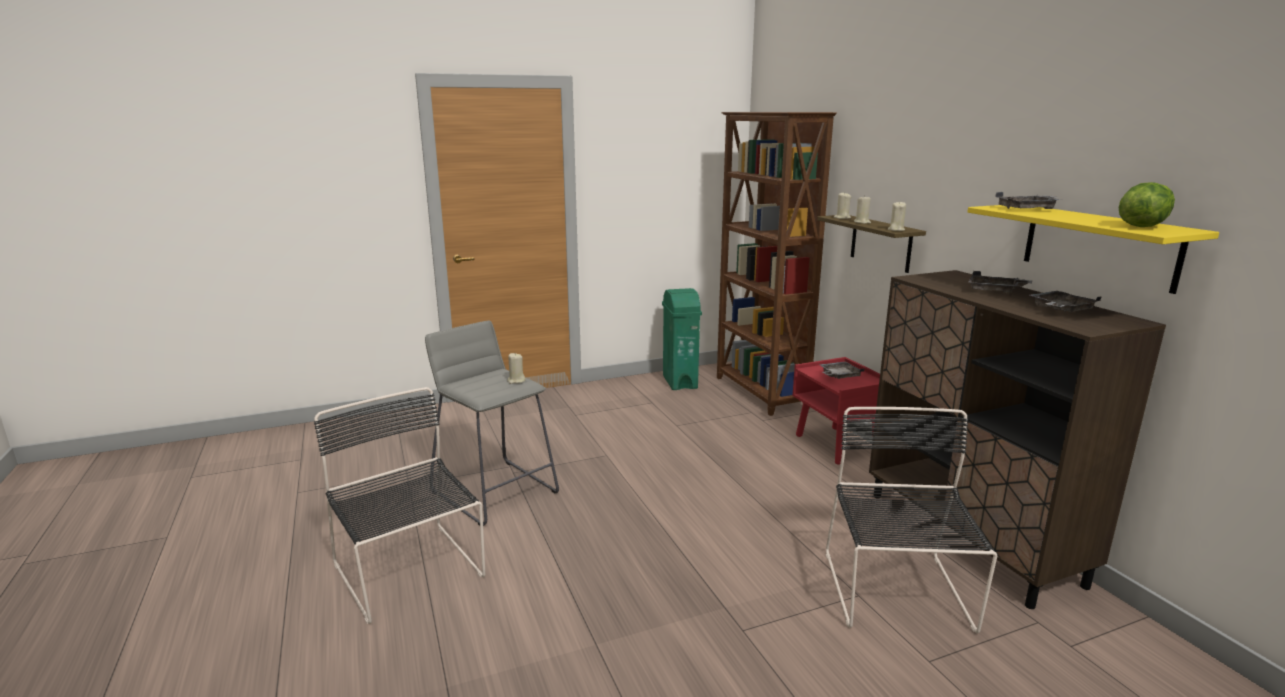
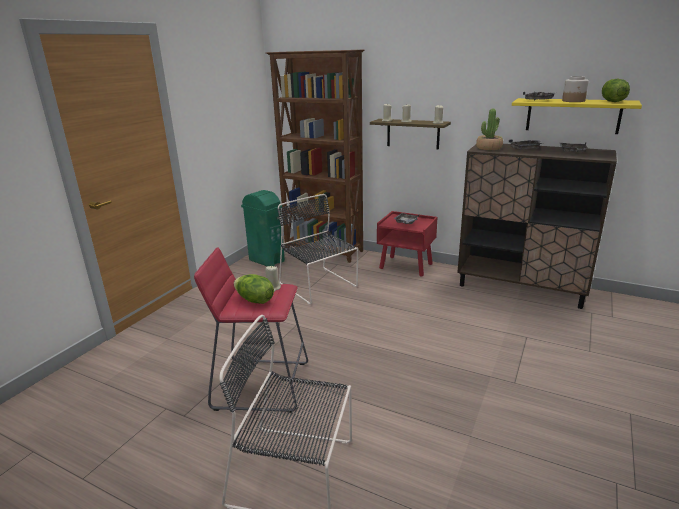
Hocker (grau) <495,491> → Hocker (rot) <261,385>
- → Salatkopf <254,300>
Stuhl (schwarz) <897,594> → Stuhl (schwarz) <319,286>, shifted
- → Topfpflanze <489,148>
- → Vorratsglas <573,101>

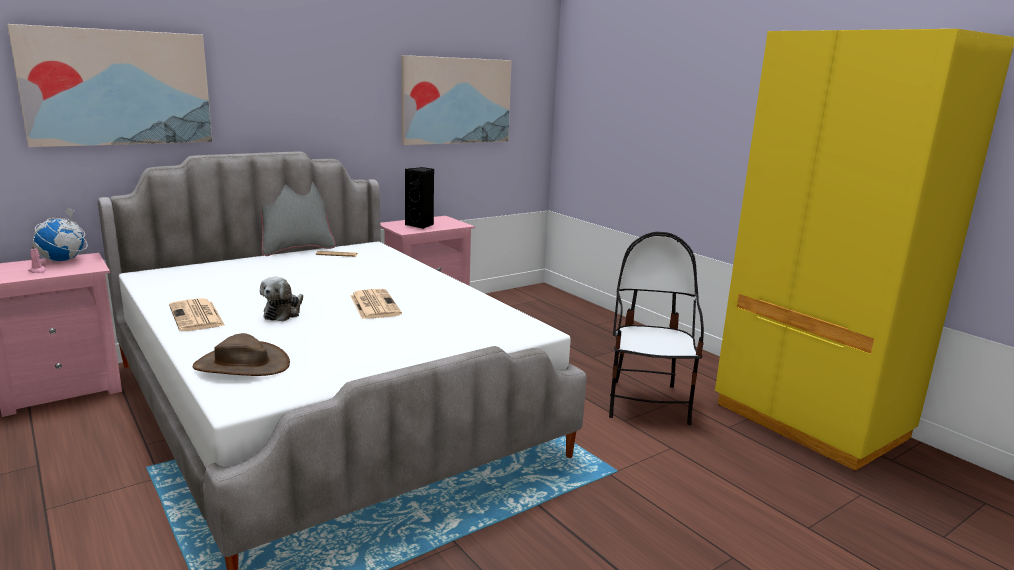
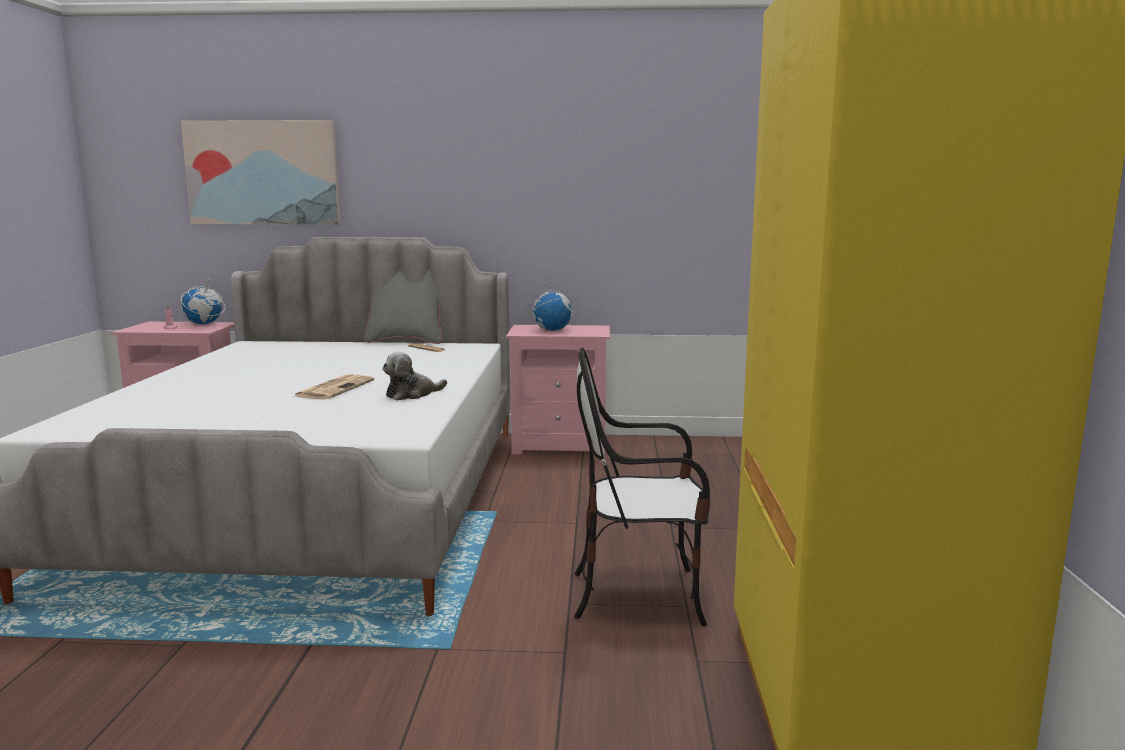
Plüschtier <283,313> → Plüschtier <412,394>, shifted
Lautsprecher (schwarz) <420,225> → Globus <552,330>
Stuhl <647,403> → Stuhl <639,595>, 135 degrees counterclockwise
Zeitung <197,316> → -
Hut (braun) <241,365> → -
Bild <456,100> → -

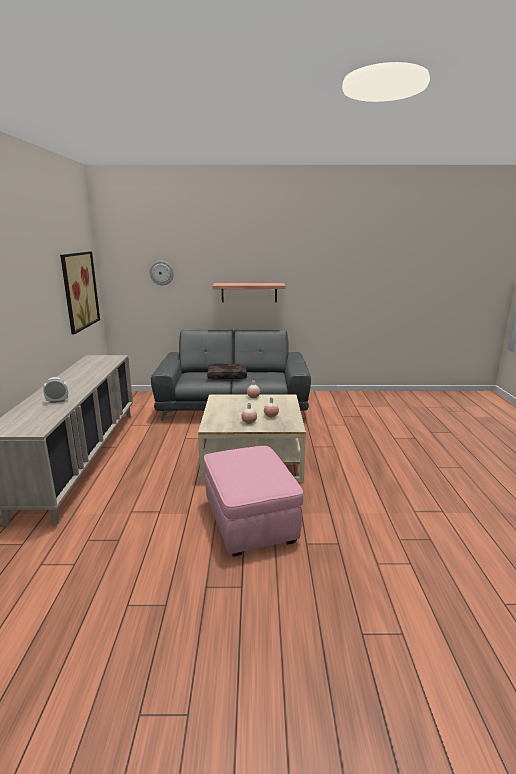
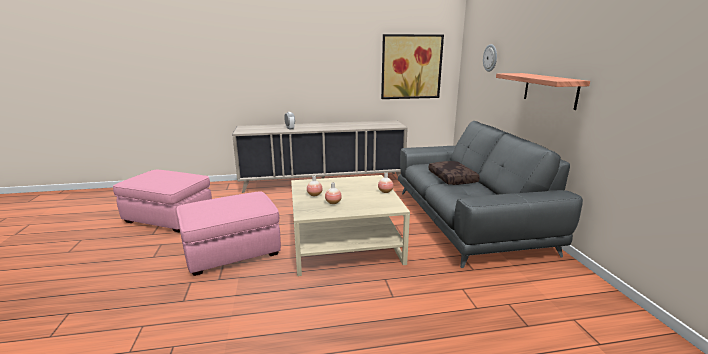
- → Polsterhocker (rosa) <169,218>

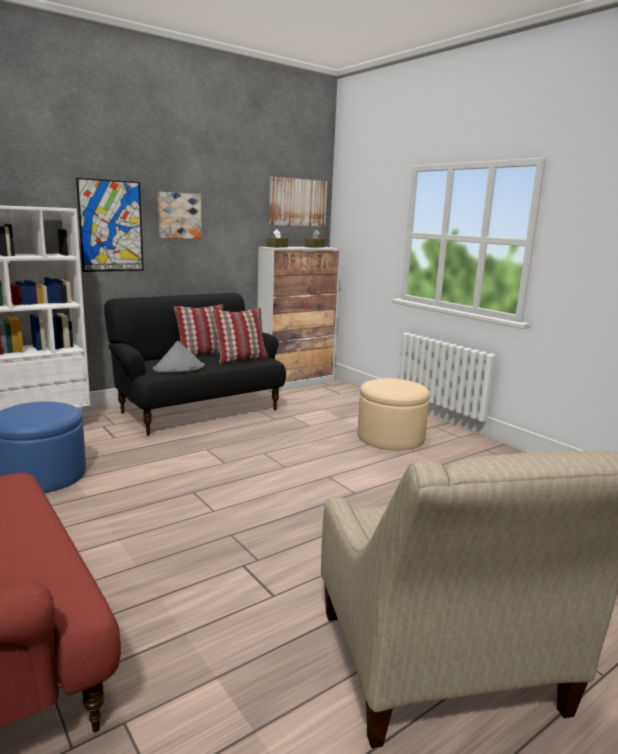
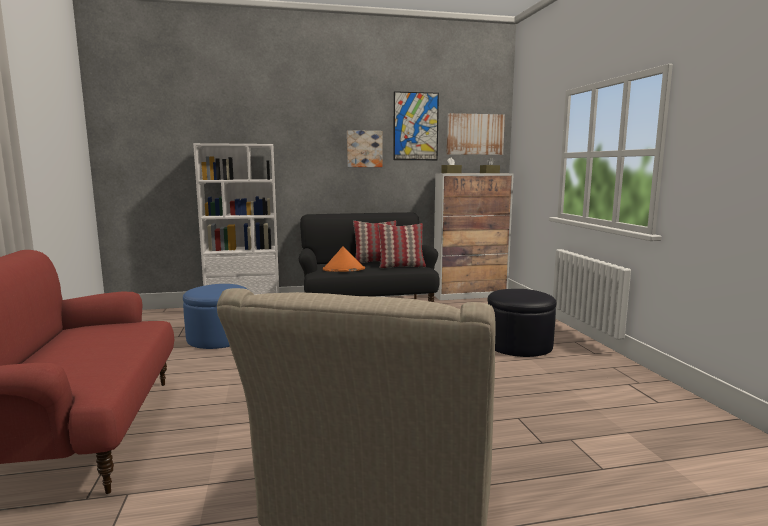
Hut (grau) <179,368> → Hut (orange) <343,269>
Bild <111,226> → Bild <415,126>, shifted
Polsterhocker (beige) <391,437> → Polsterhocker (schwarz) <519,345>

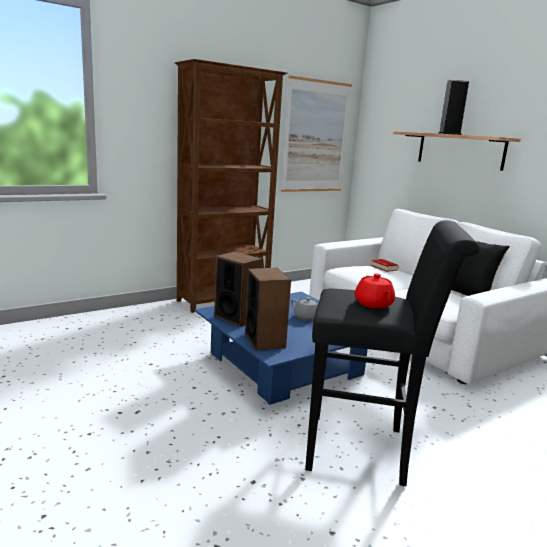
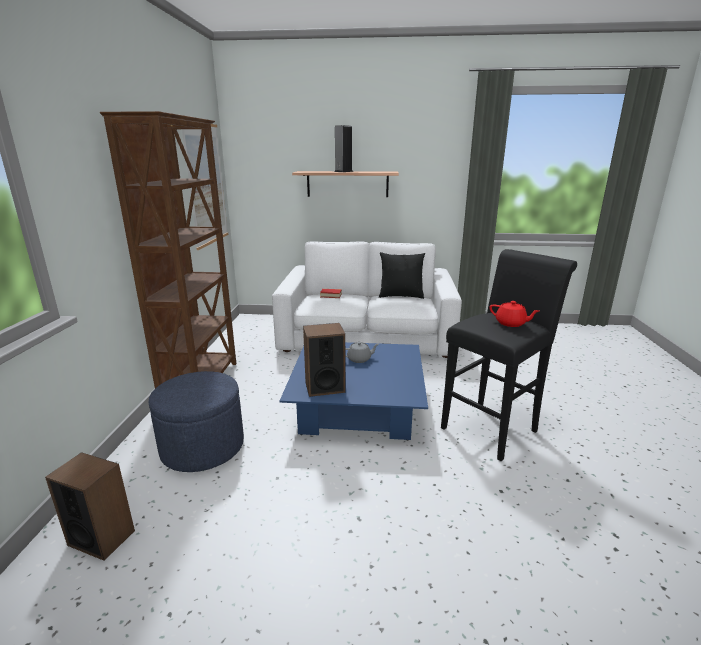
Lautsprecher <265,340> → Lautsprecher <101,537>, shifted
- → Polsterhocker (blau) <203,447>

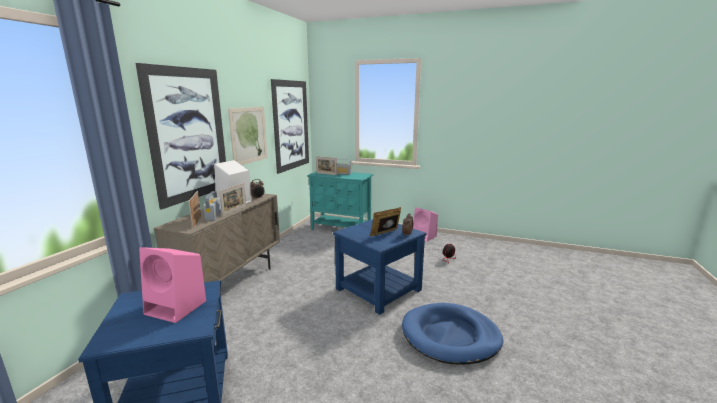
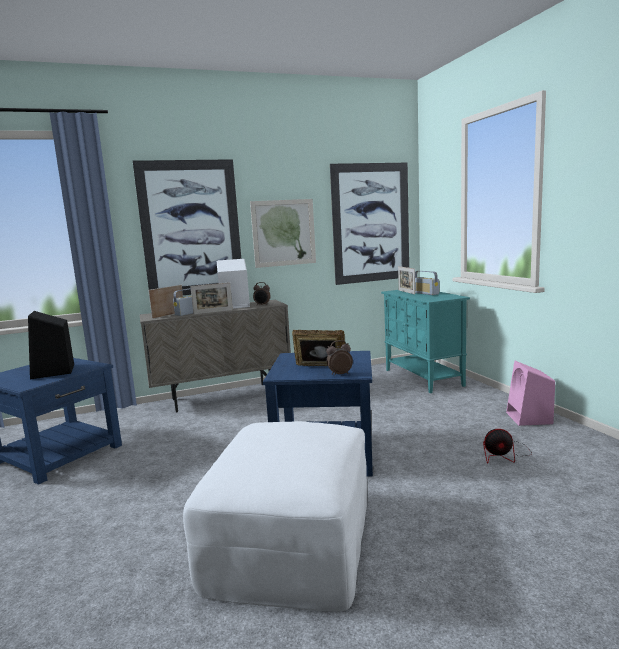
Lautsprecher (rosa) <177,307> → Lautsprecher (schwarz) <53,372>
Hundebett (blau) <450,336> → Polsterhocker (weiß) <291,539>

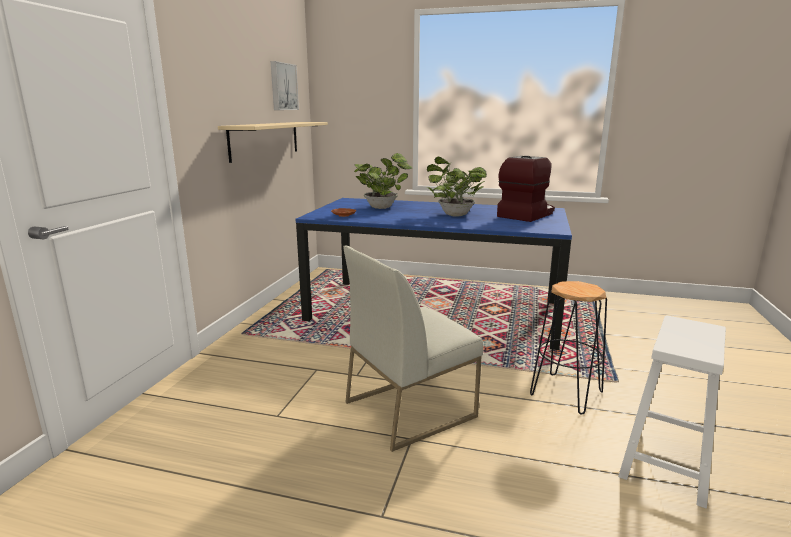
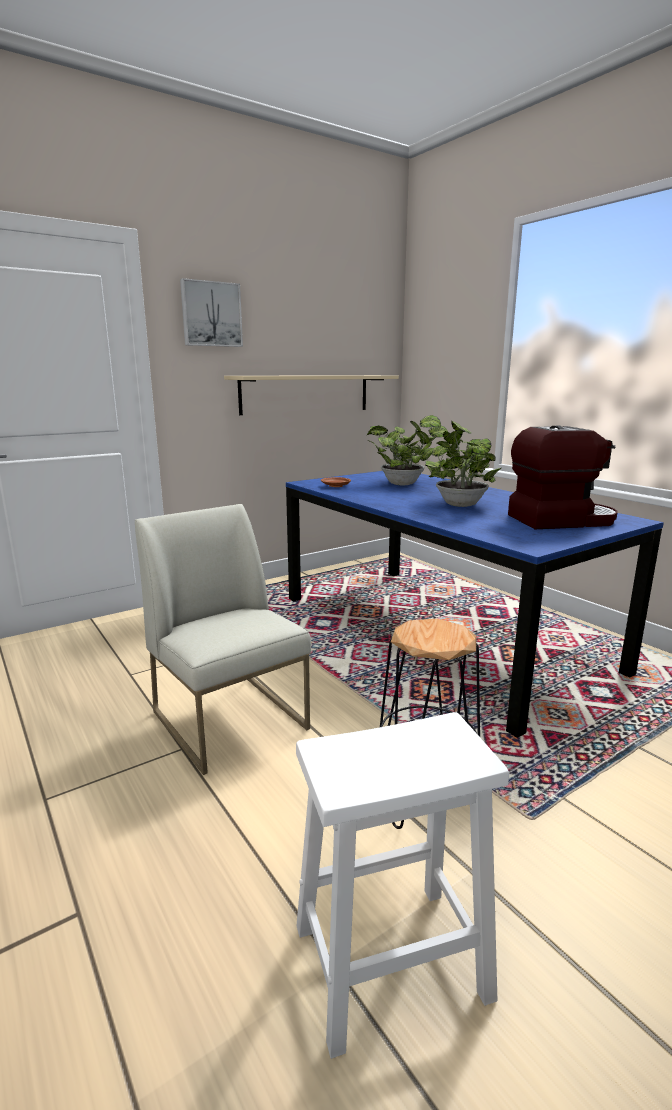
Stuhl (weiß) <410,408> → Stuhl (weiß) <231,720>, 45 degrees clockwise
Bild <283,86> → Bild <211,314>, shifted

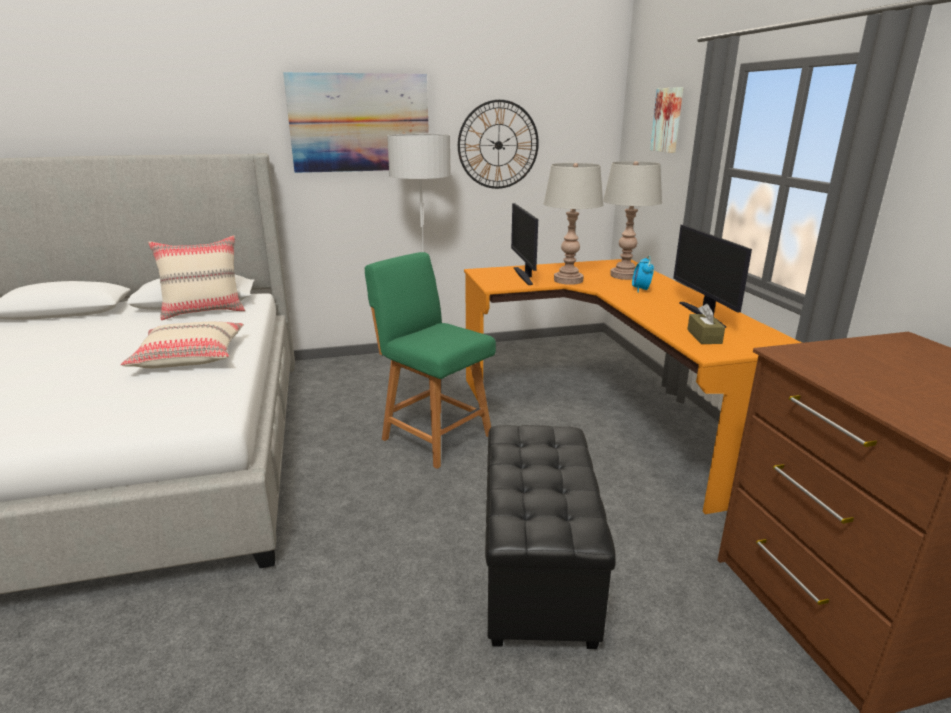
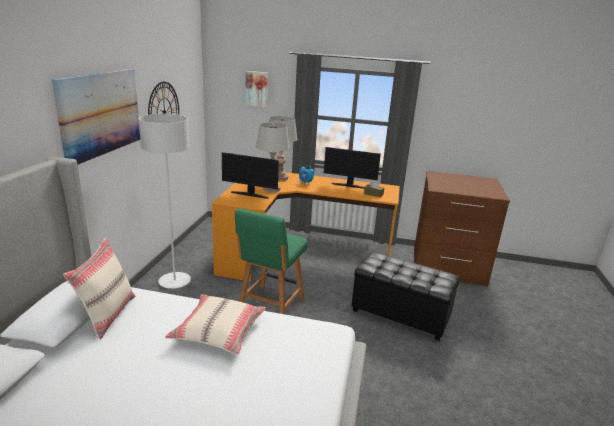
Stuhl (grün) <434,436> → Stuhl (grün) <270,306>, 45 degrees counterclockwise

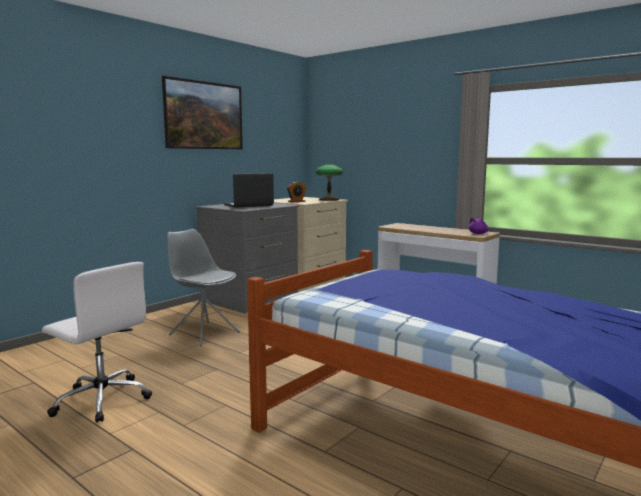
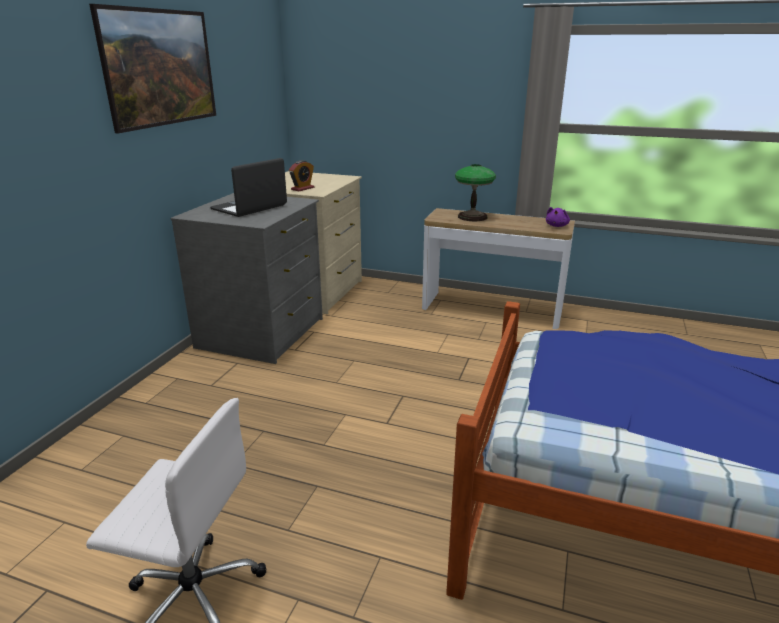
Tischlampe <329,199> → Tischlampe <472,217>, shifted
Stuhl (grau) <204,333> → -

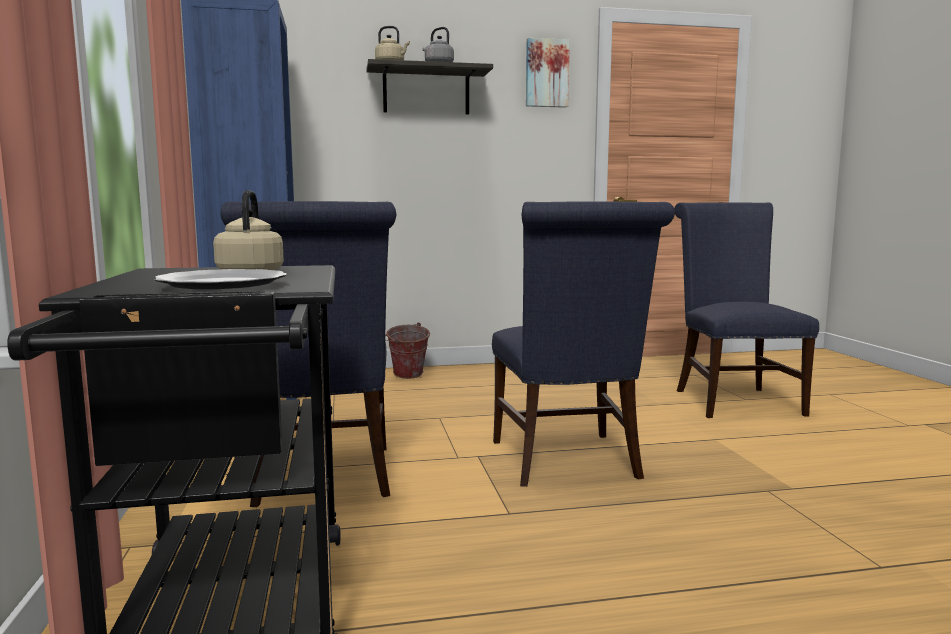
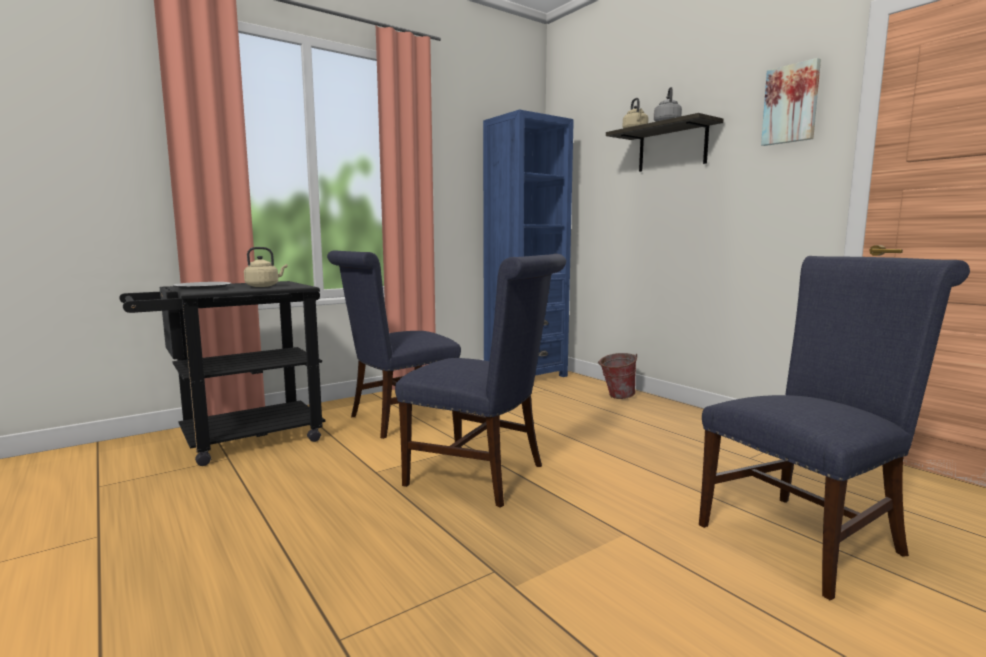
Stuhl (blau) <568,462> → Stuhl (blau) <484,476>, 120 degrees counterclockwise

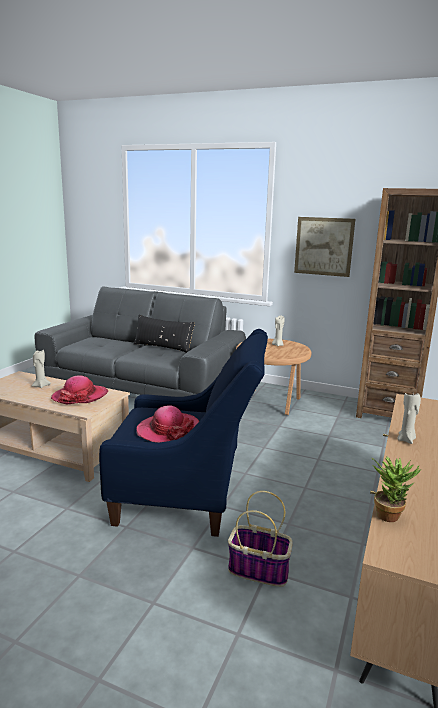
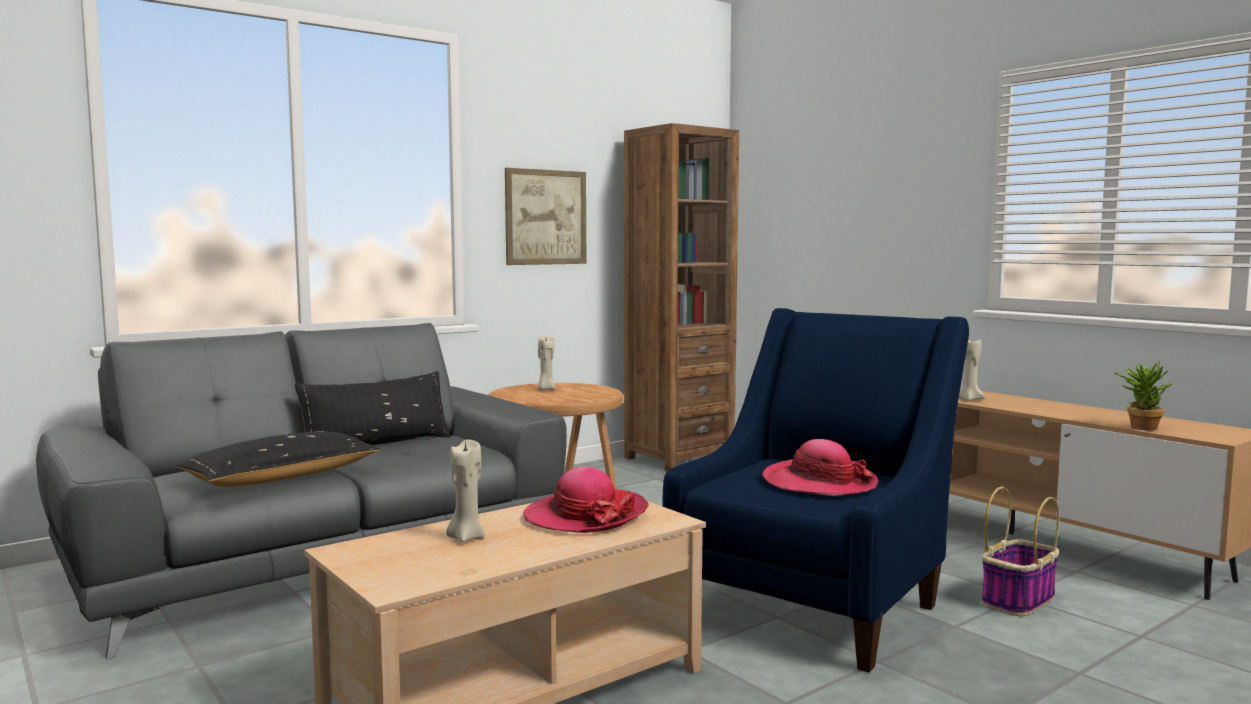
- → Kissen (schwarz) <282,477>

